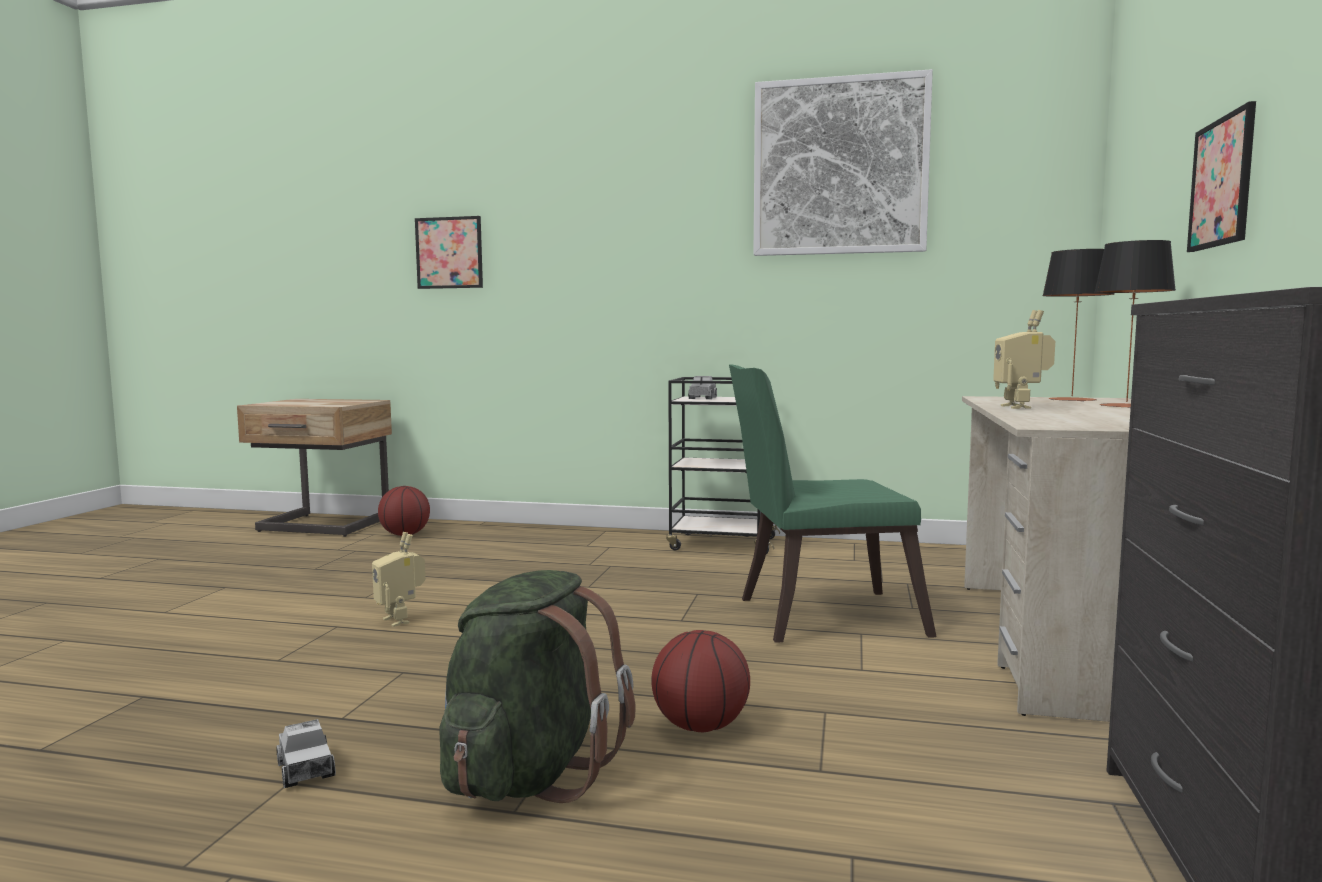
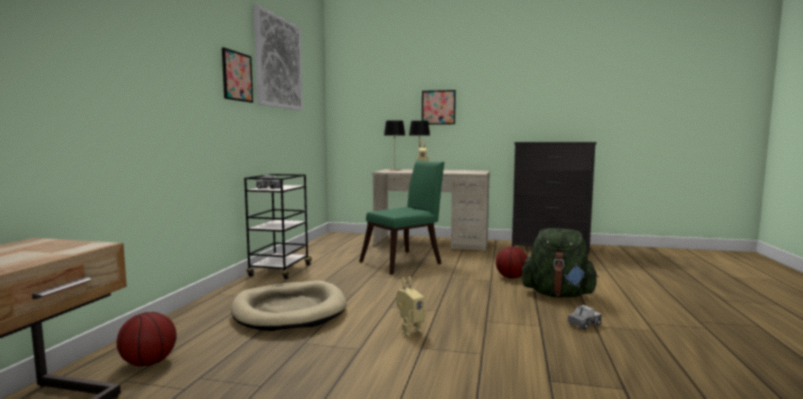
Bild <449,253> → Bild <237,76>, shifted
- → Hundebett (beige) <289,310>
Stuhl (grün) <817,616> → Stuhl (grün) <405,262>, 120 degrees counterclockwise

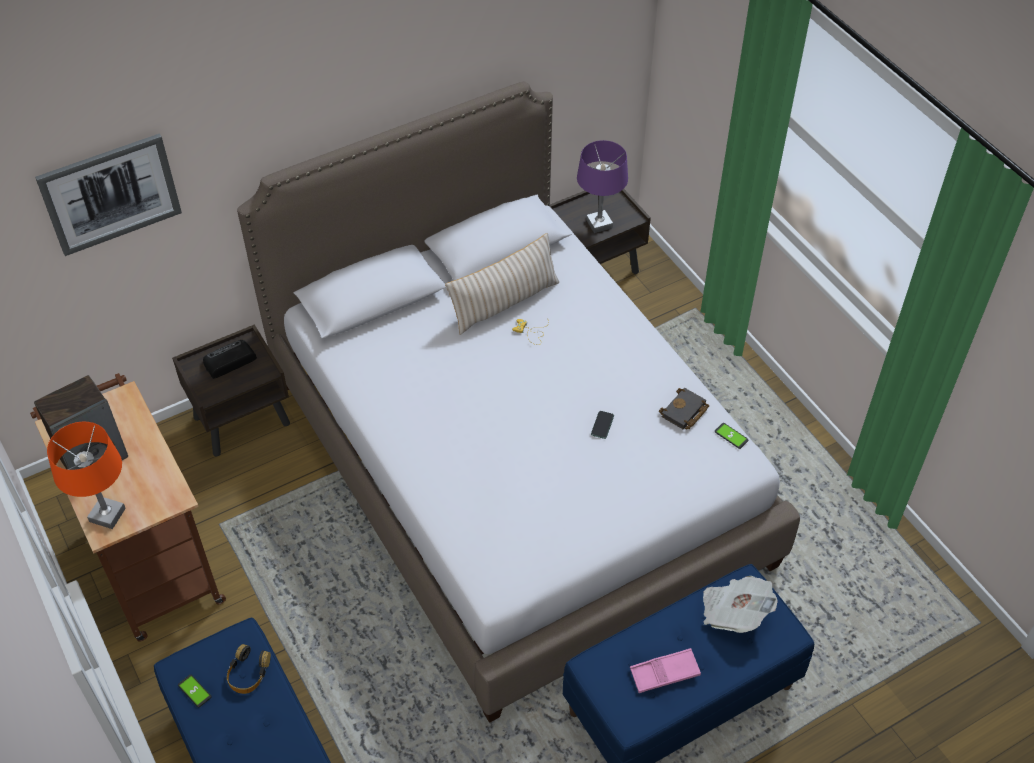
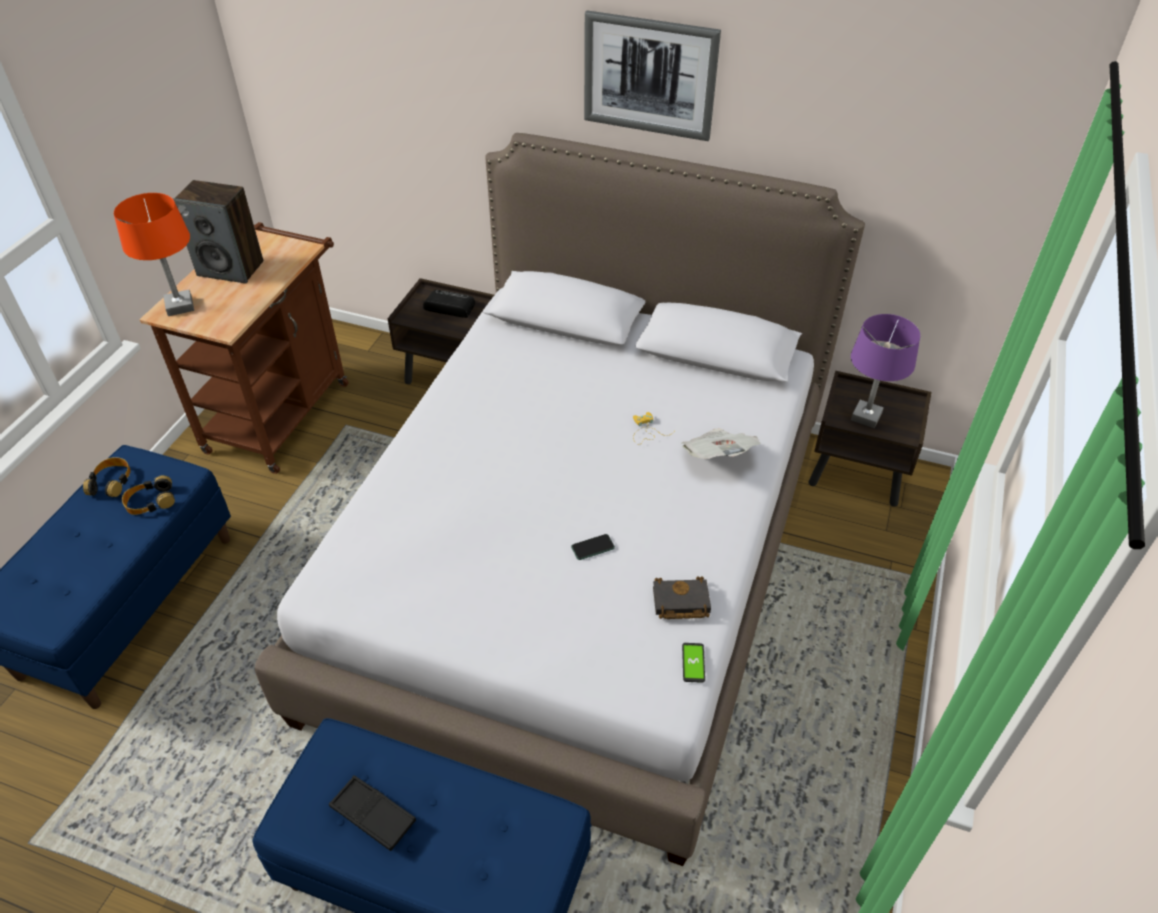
Handy <194,691> → Kopfhörer <111,482>
Tablett (rosa) <664,673> → Tablett (schwarz) <373,815>
Bild <110,193> → Bild <649,76>, shifted
Zeitung <734,612> → Zeitung <718,457>, shifted
Kissen (beige) <504,302> → -

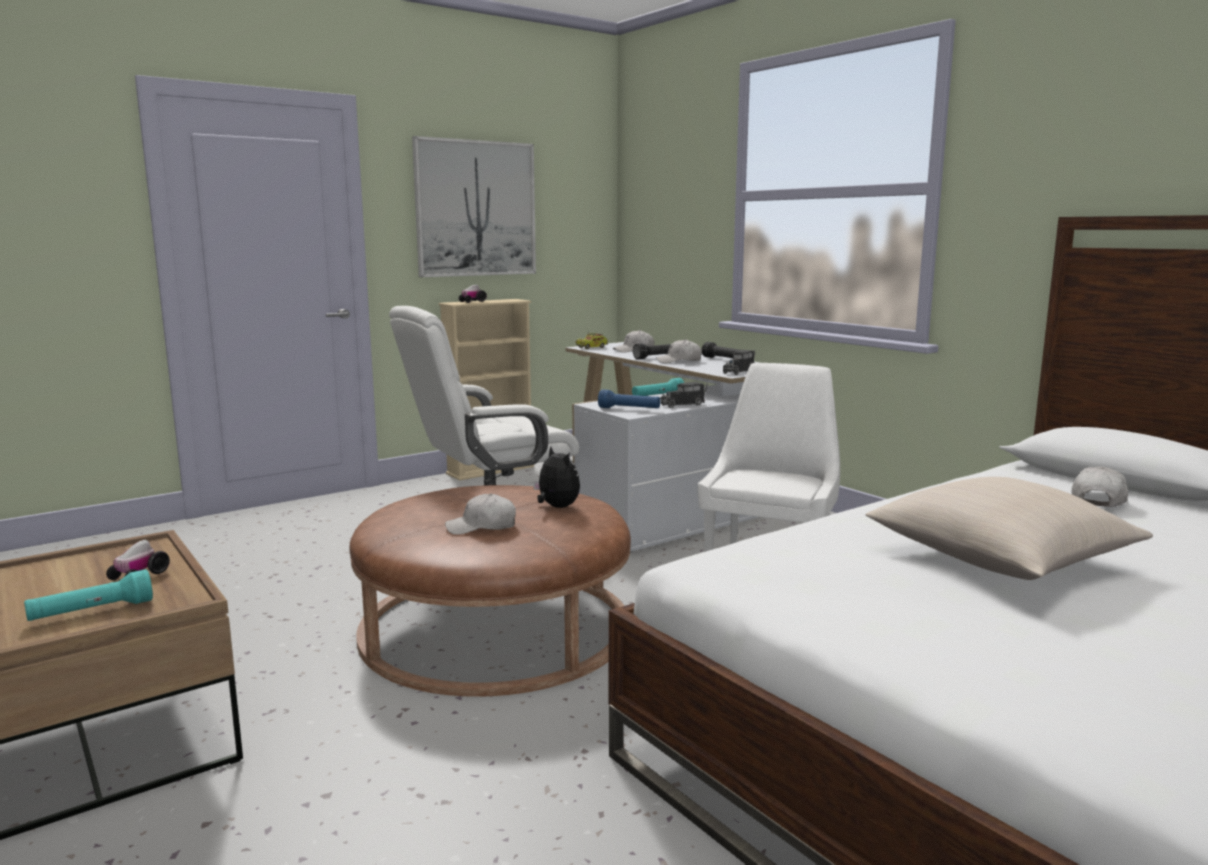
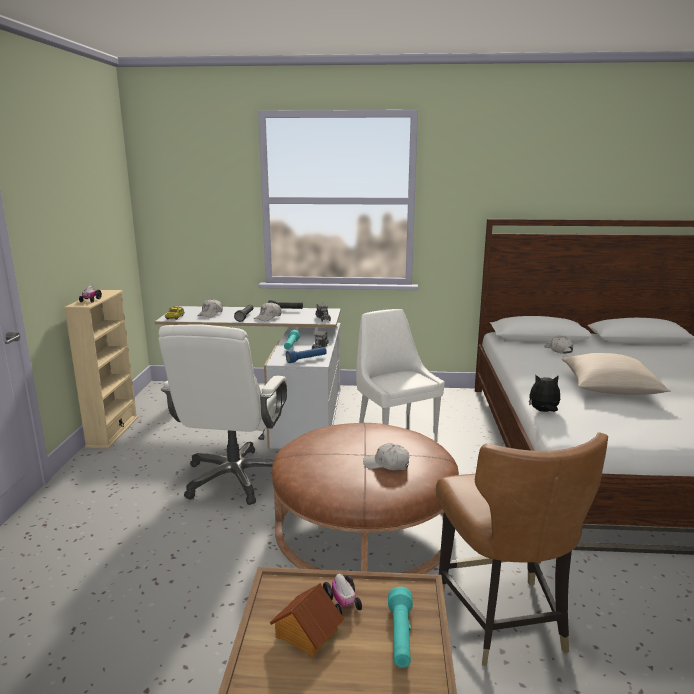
- → Spielzeughaus <306,633>
Kappe (weiß) <482,527> → Kappe (weiß) <387,464>, 75 degrees clockwise
- → Stuhl (braun) <503,620>
Plüschtier <556,507> → Plüschtier <543,411>, shifted
Bild <476,209> → -

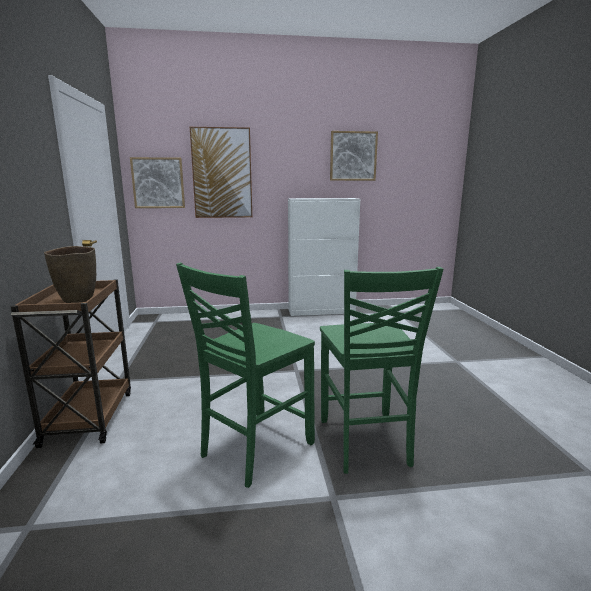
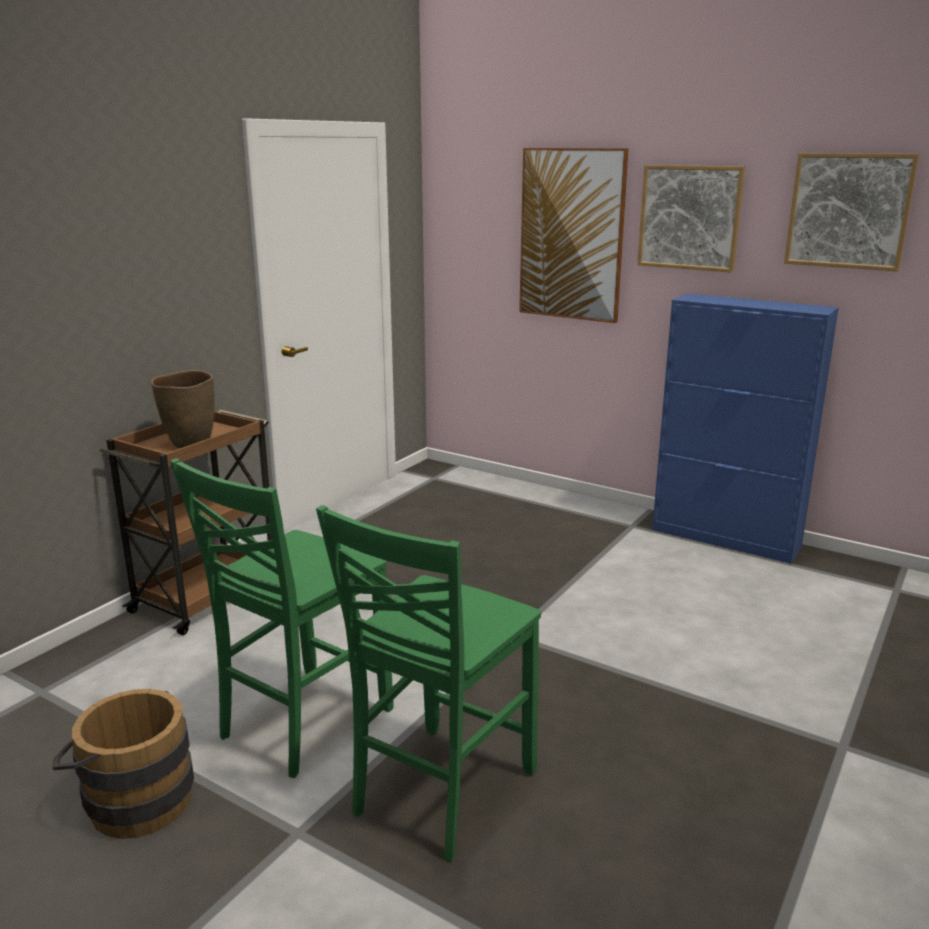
- → Eimer (braun) <133,800>
Stuhl (grün) <254,449> → Stuhl (grün) <302,723>, 45 degrees counterclockwise
Bild <158,183> → Bild <690,217>, shifted
Schrank (weiß) <322,311> → Schrank (blau) <726,538>

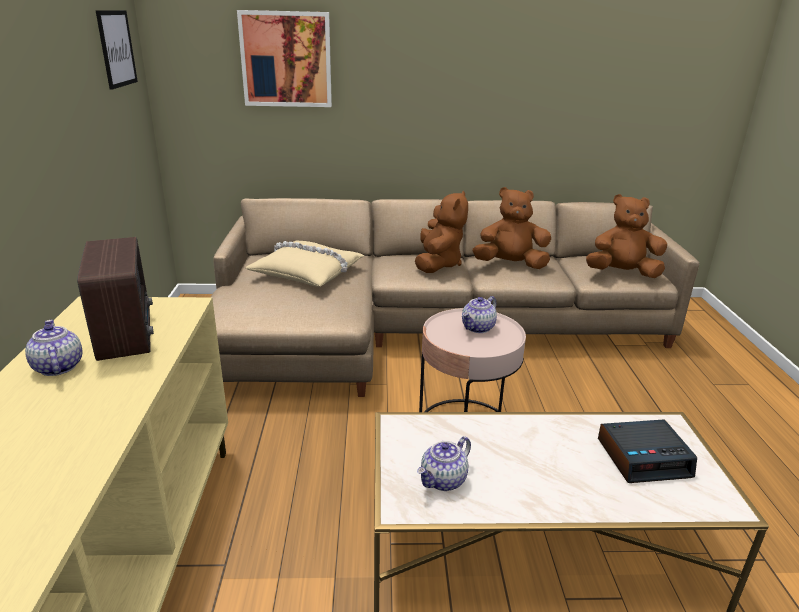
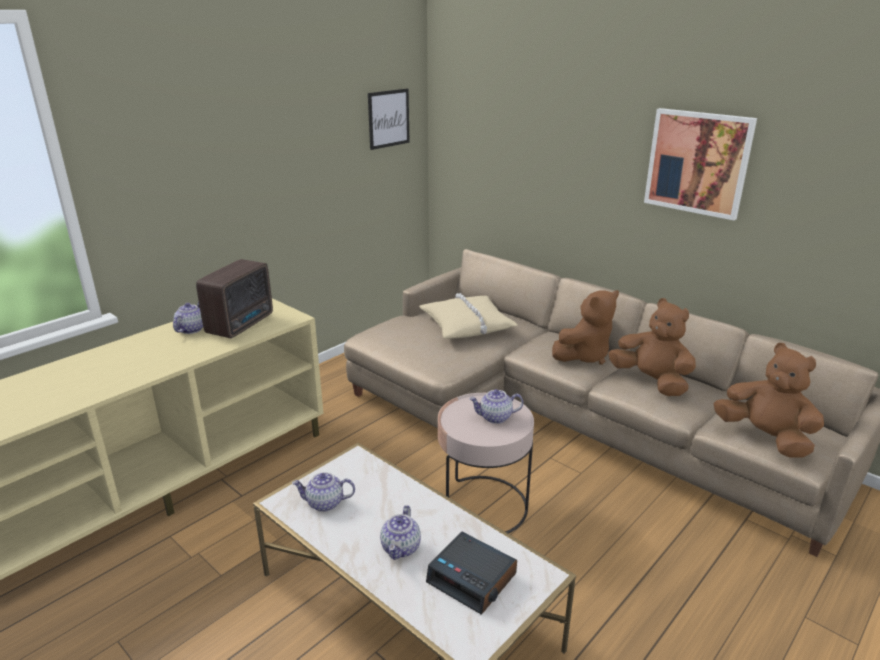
- → Teekanne <401,548>
Bild <286,59> → Bild <697,162>, shifted

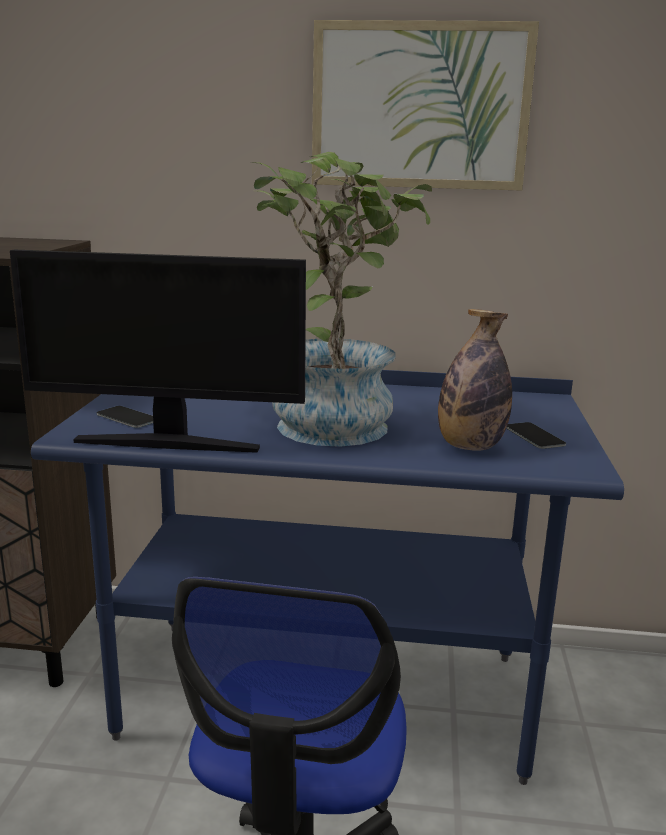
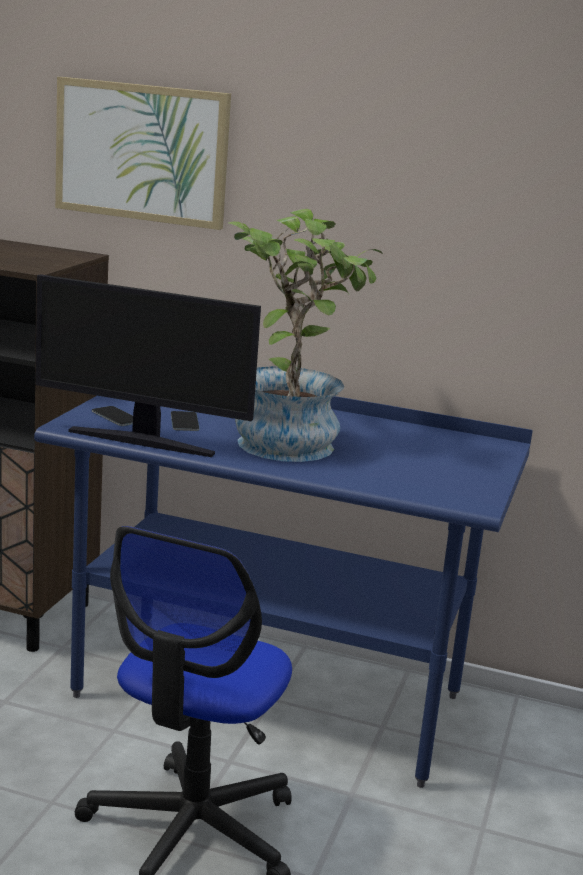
Bild <420,107> → Bild <142,152>, shifted
Handy <534,436> → Handy <184,422>, shifted
Flasche <470,447> → -

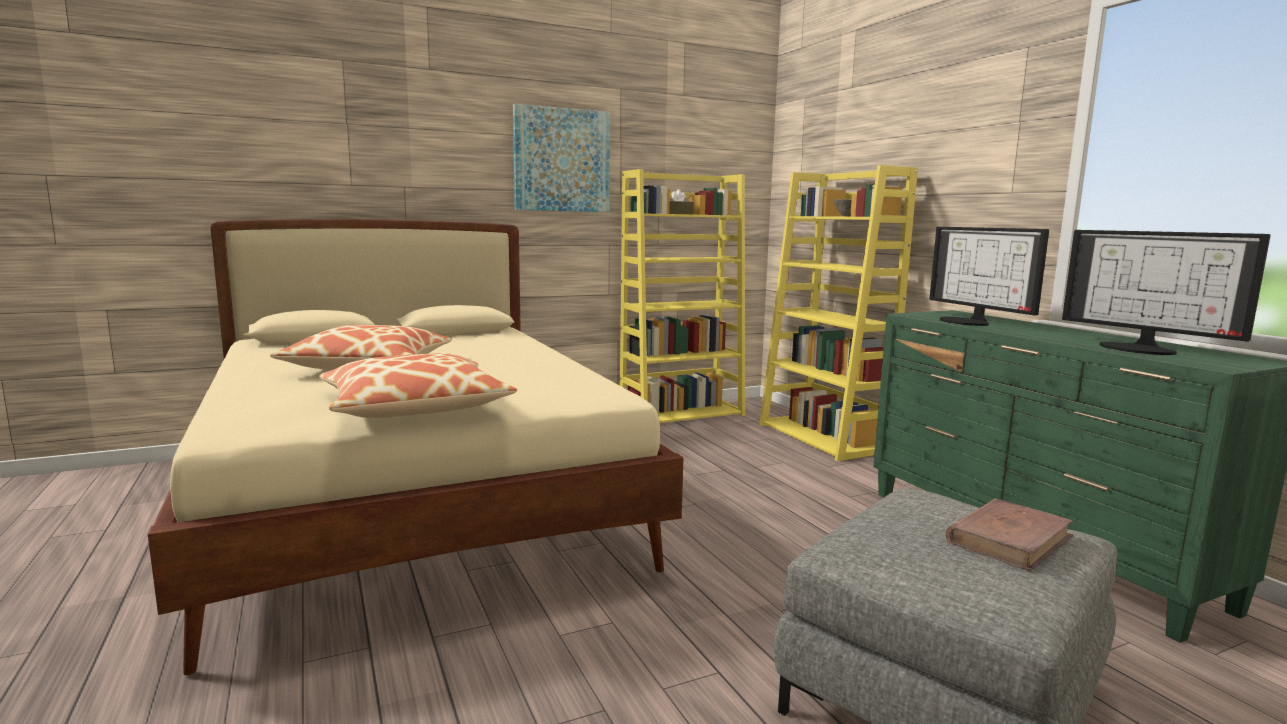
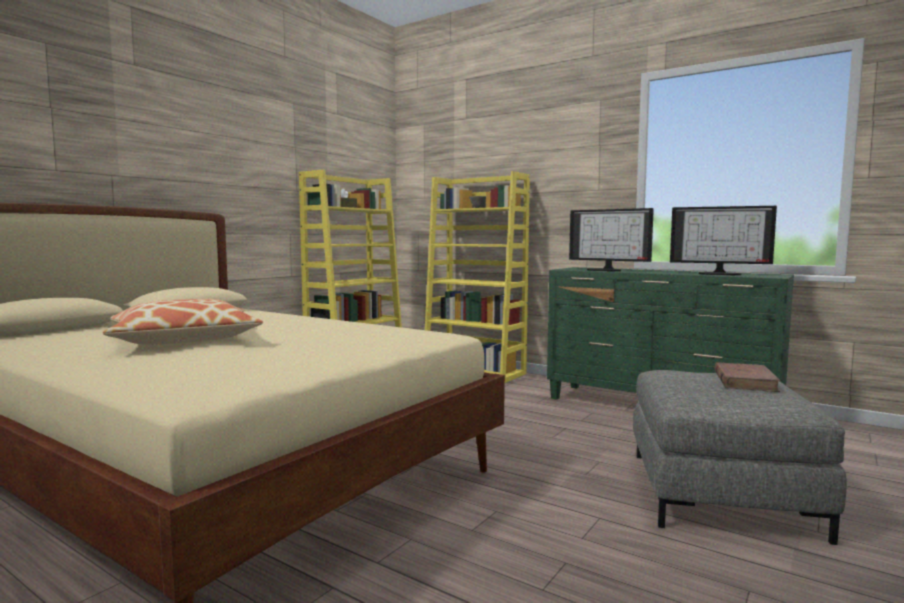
Kissen <415,407> → -
Bild <562,160> → -

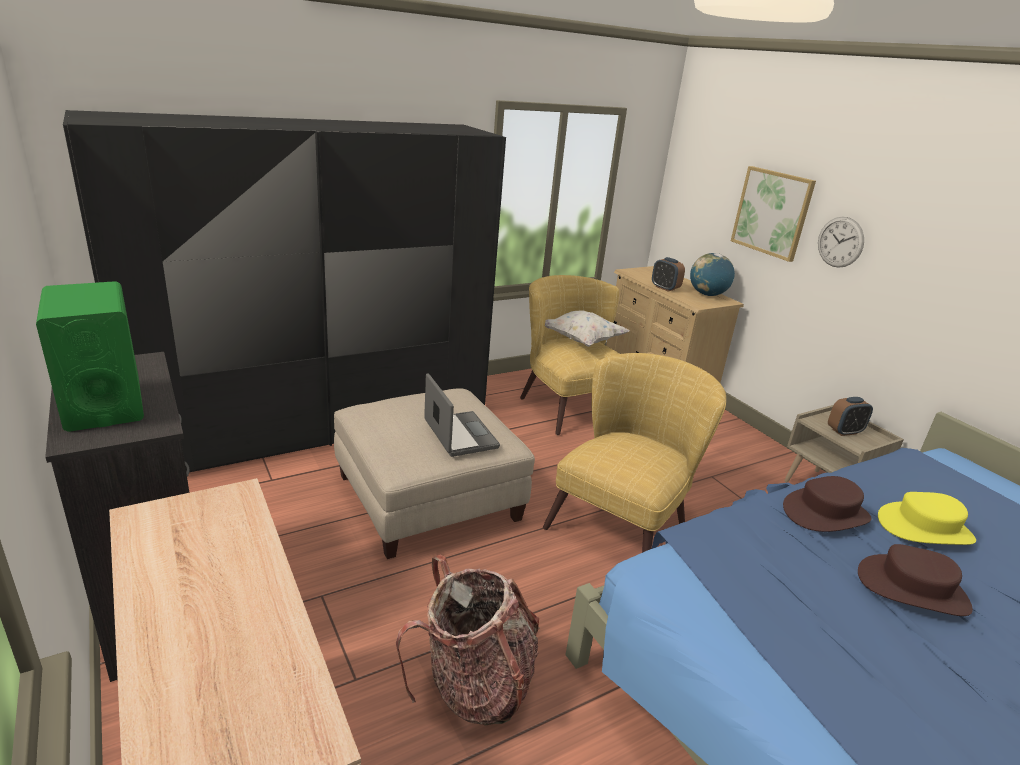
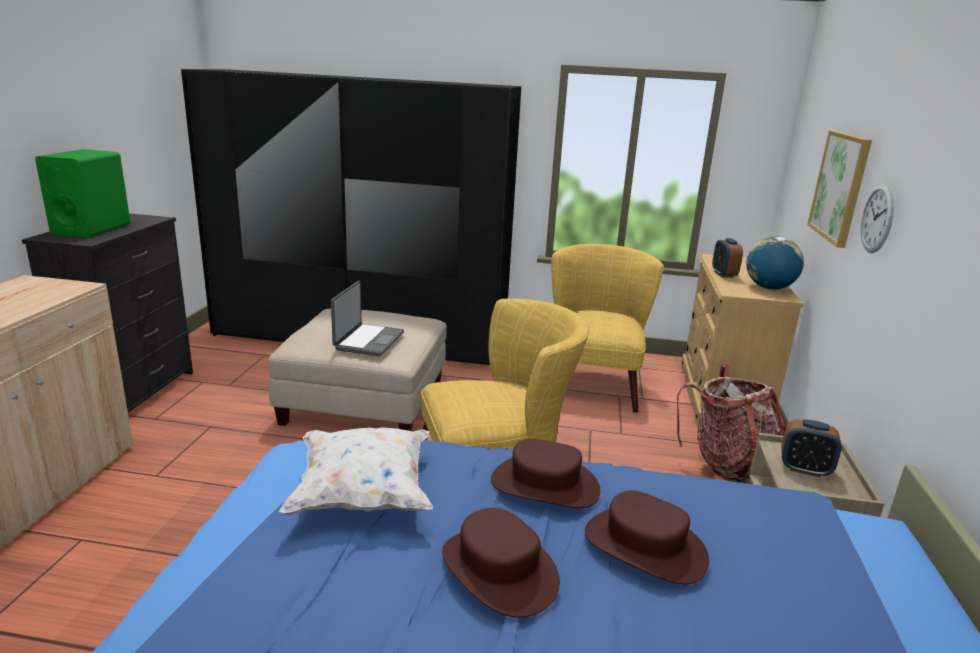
Kissen (weiß) <582,341> → Kissen (weiß) <363,494>, shifted
Hut (gelb) <925,528> → Hut (braun) <644,547>
Rucksack <475,685> → Rucksack <728,463>, shifted

